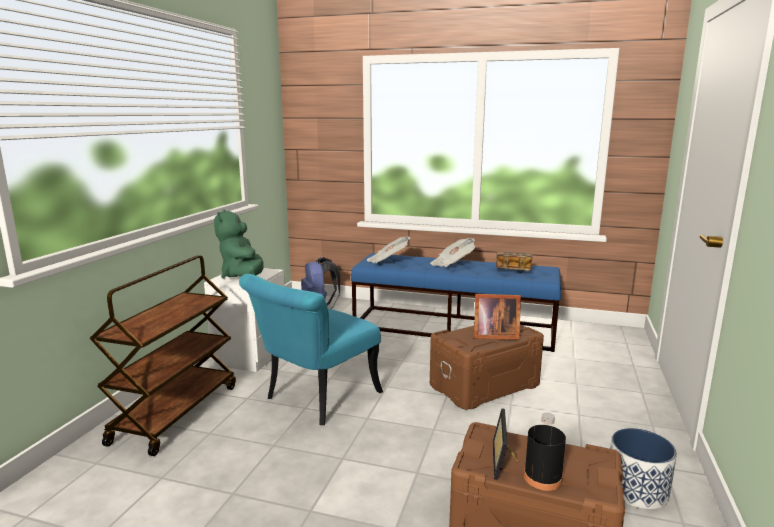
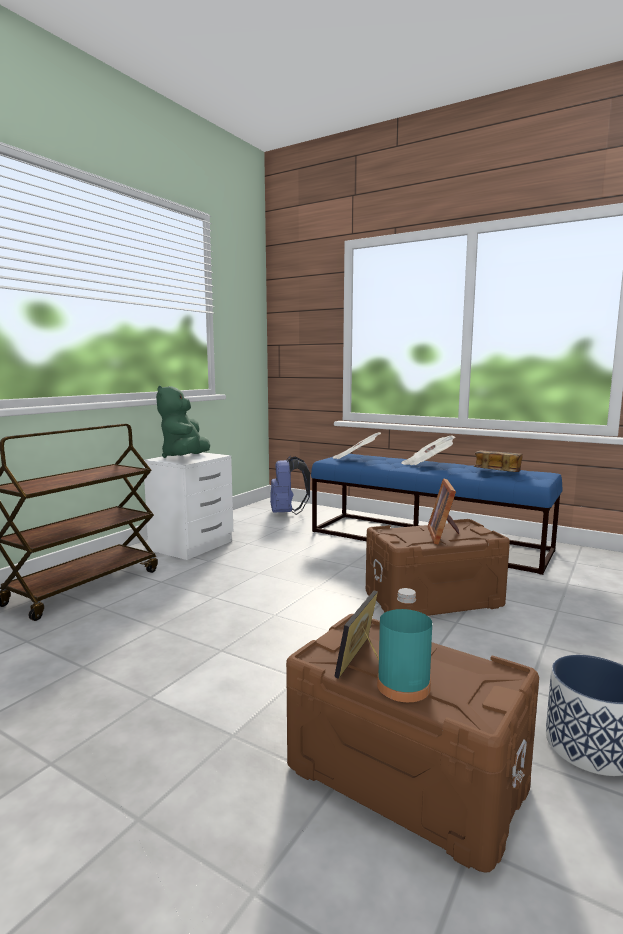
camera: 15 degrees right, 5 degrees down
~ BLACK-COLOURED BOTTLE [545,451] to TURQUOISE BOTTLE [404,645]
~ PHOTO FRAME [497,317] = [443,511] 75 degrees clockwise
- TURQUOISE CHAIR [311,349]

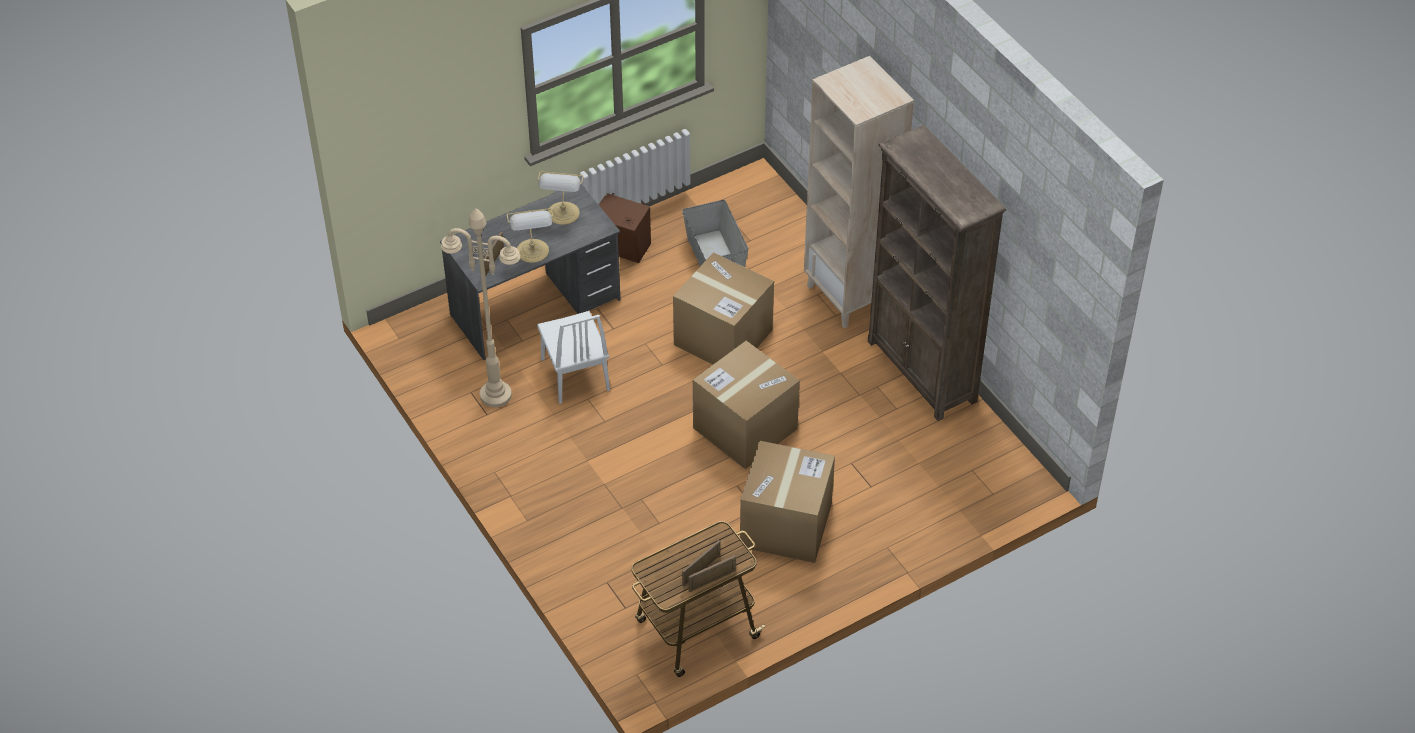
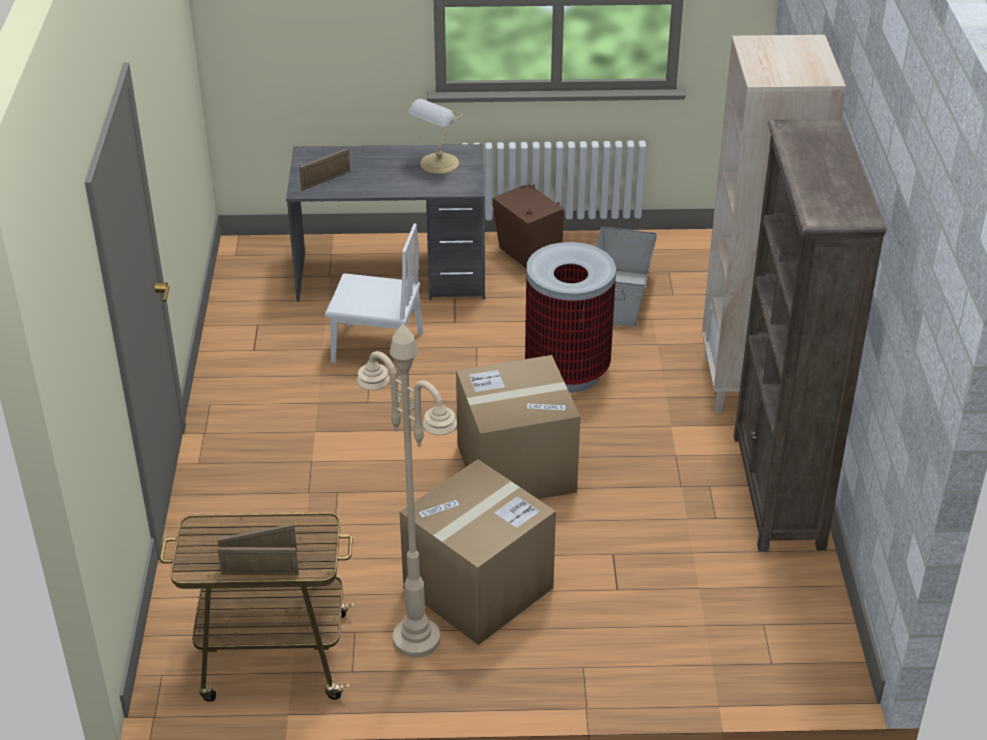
camera: 30 degrees right, 10 degrees down
~ WHITISH CHAIR [573,357] = [374,293] 90 degrees counterclockwise
~ BEIGE-COLOURED STANDING LAMP [480,307] to [407,491]
~ CARDBOARD BOX [723,308] to TRASH CAN [570,317]
- TABLE LAMP [530,235]

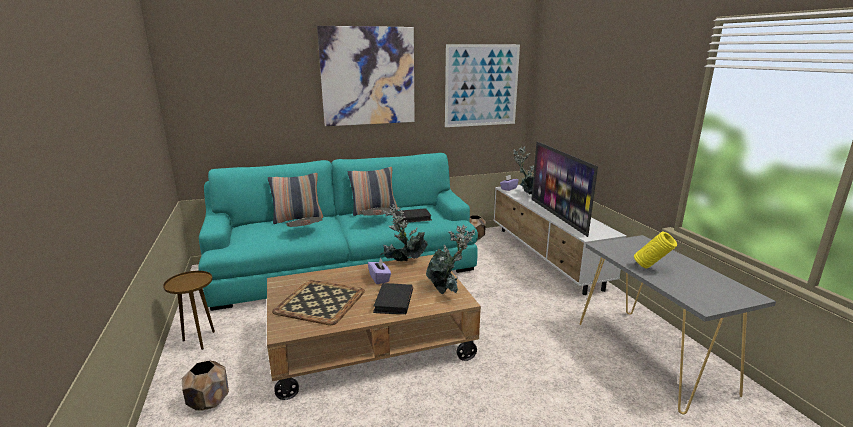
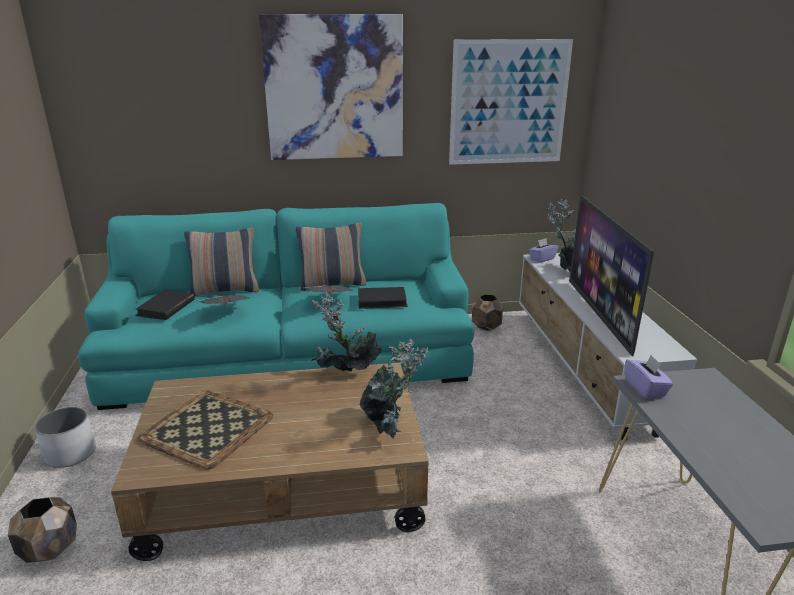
camera: 10 degrees right, 5 degrees up
~ BROWN-COLOURED ACCENT TABLE [189,310] to WHITISH FLOWER POT [65,437]
~ BLACK-COLOURED BOOK [393,298] to [165,304]
~ PURPLE-COLOURED BOX OF TISSUES [379,270] to [649,377]
- YELLOWISH FLOWER VASE [655,250]

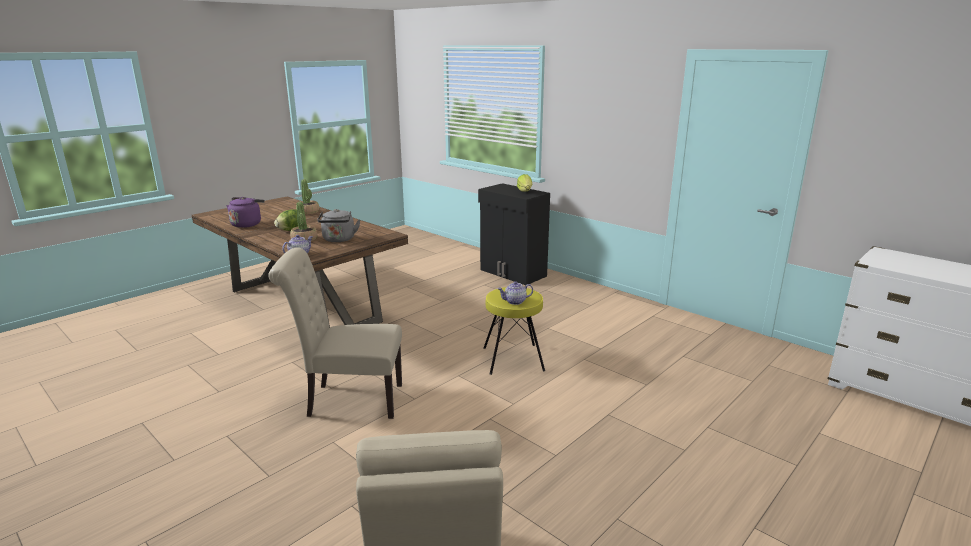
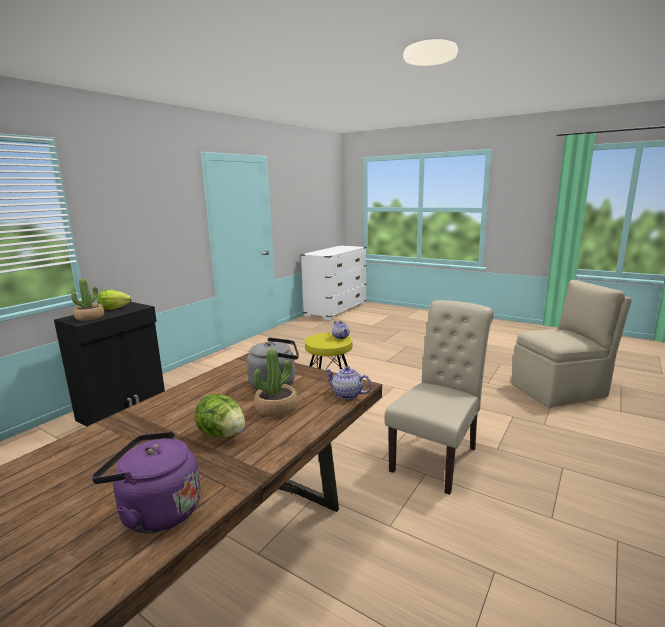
camera: 100 degrees left, 5 degrees down
~ HOUSEPLANT [307,197] to [87,300]
~ BEIGE-COLOURED CHAIR [335,333] = [439,397] 135 degrees counterclockwise

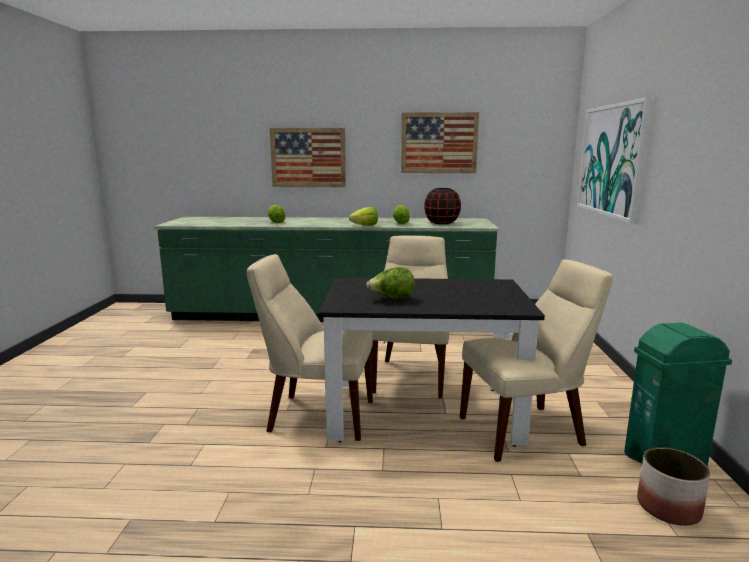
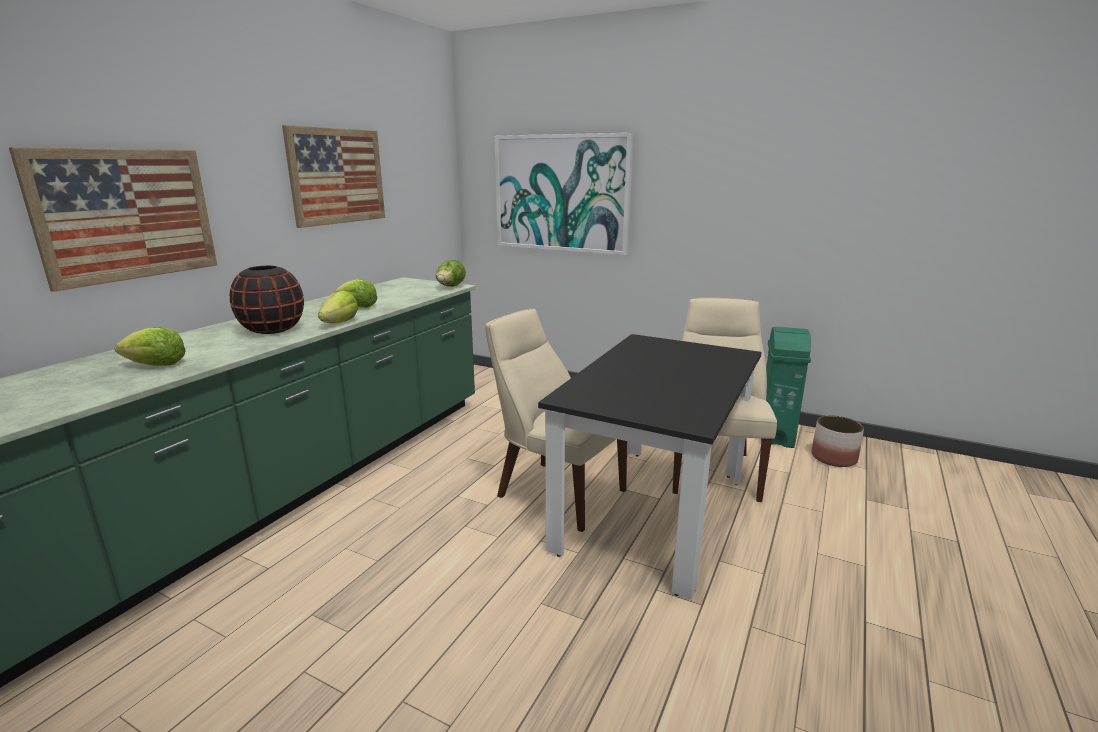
camera: 65 degrees left, 5 degrees up
~ BLACK-COLOURED FLOWER VASE [442,206] to [267,300]
~ HEAD OF LETTUCE [390,283] to [451,273]
- BEIGE-COLOURED CHAIR [310,347]

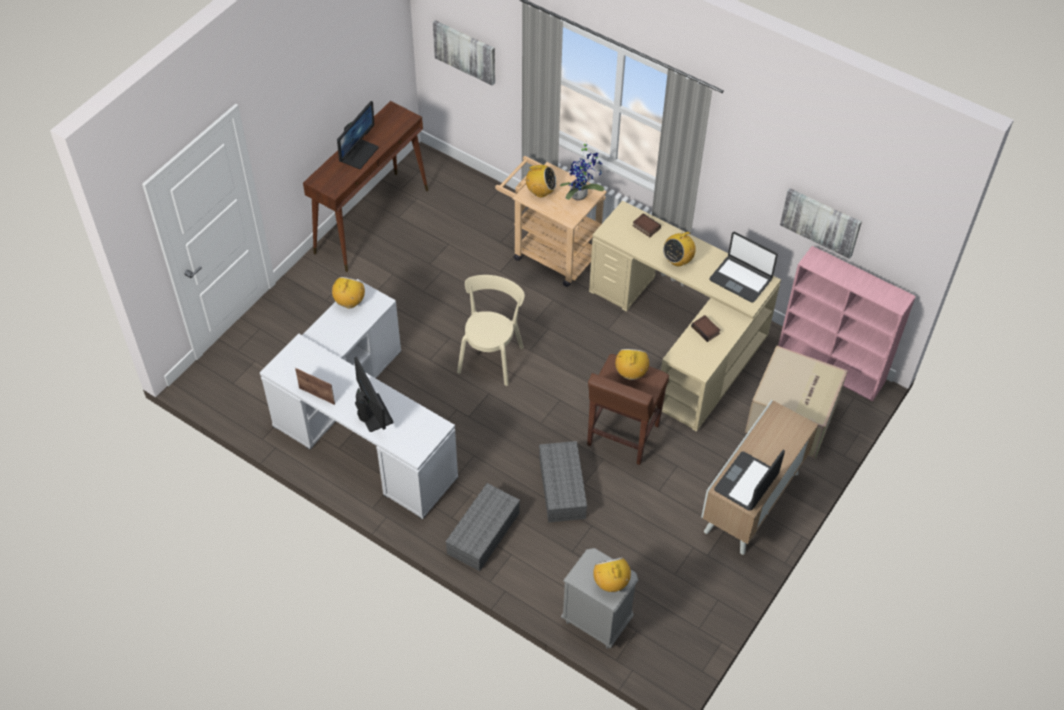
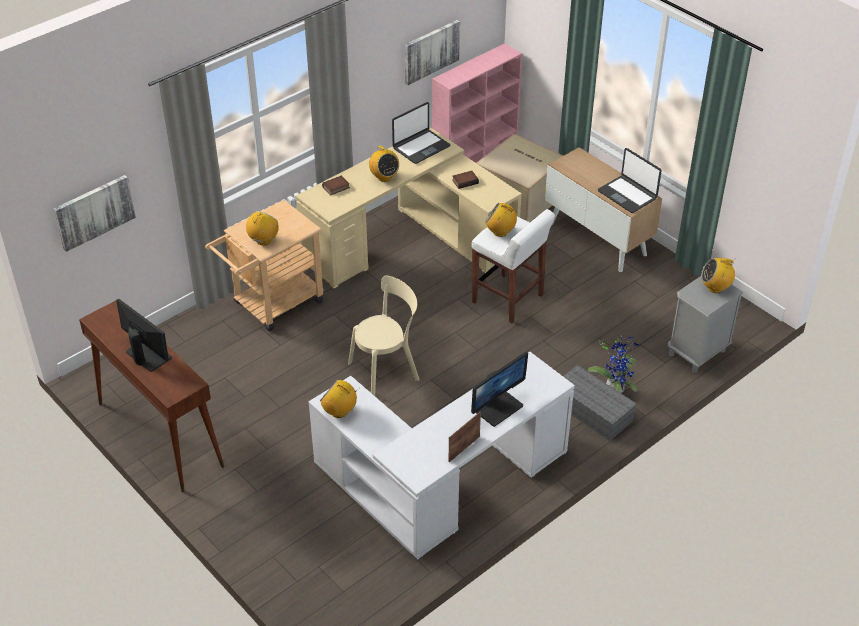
camera: 75 degrees left, 10 degrees down
~ BEIGE-COLOURED CHAIR [491,330] = [384,336] 120 degrees clockwise
~ BROWN-COLOURED STOOL SEAT [628,409] to WHITISH STOOL SEAT [513,266]
~ COMPUTER DISPLAY [373,394] = [499,389] 150 degrees clockwise
~ HOUSEPLANT [582,170] to [613,363]
- GREYISH STORAGE BIN [563,482]

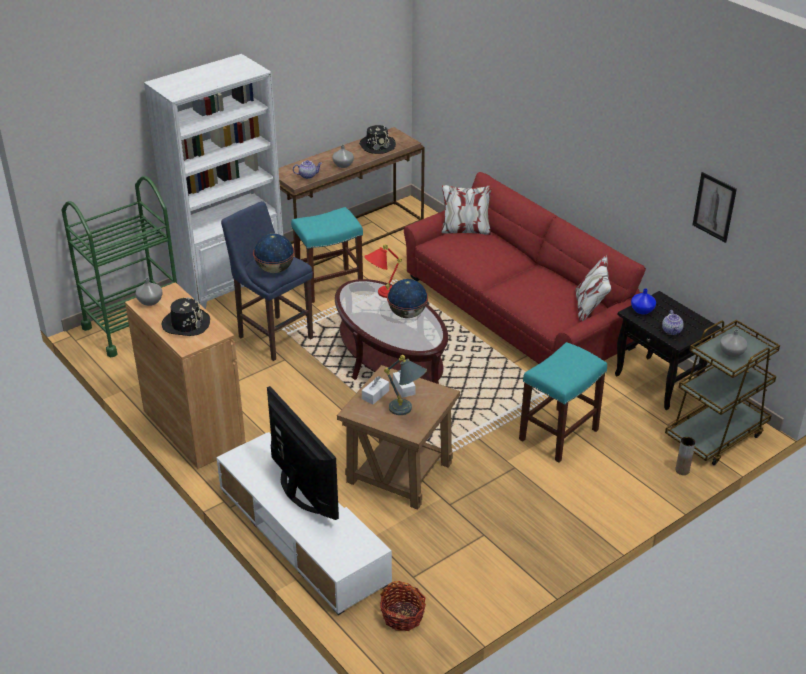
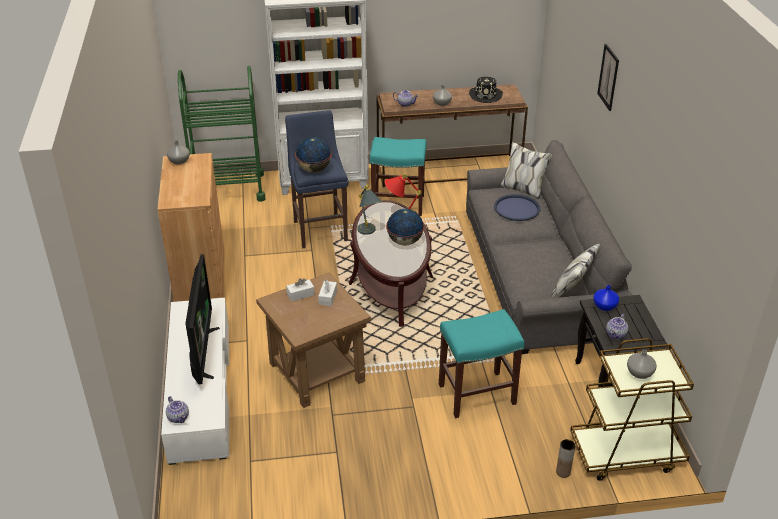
camera: 30 degrees right, 0 degrees up
+ TEAPOT [177,409]
~ GREYISH TABLE LAMP [405,385] to [370,210]
~ RED SETTEE [525,268] to GREYISH SETTEE [549,247]
+ BLUISH TRAY [517,207]
~ WALL ART [714,207] to [608,77]
- BLACK-COLOURED CLOTHING HAT [186,316]
- BASKET [403,606]

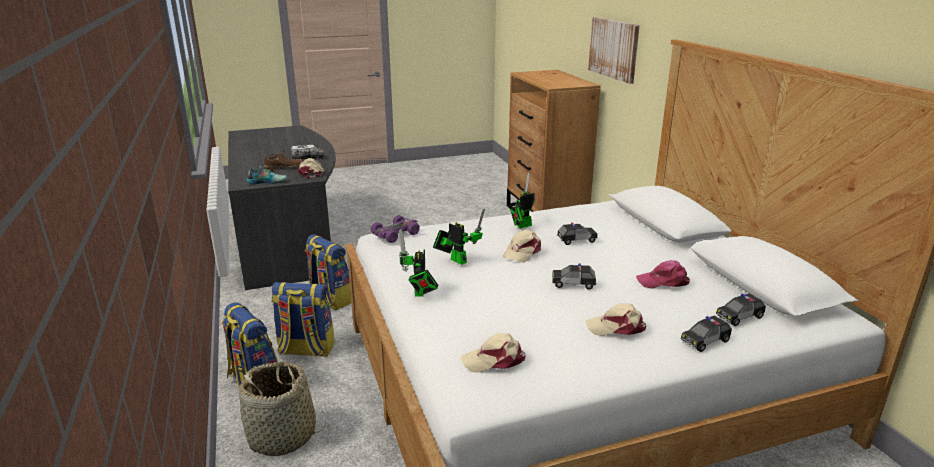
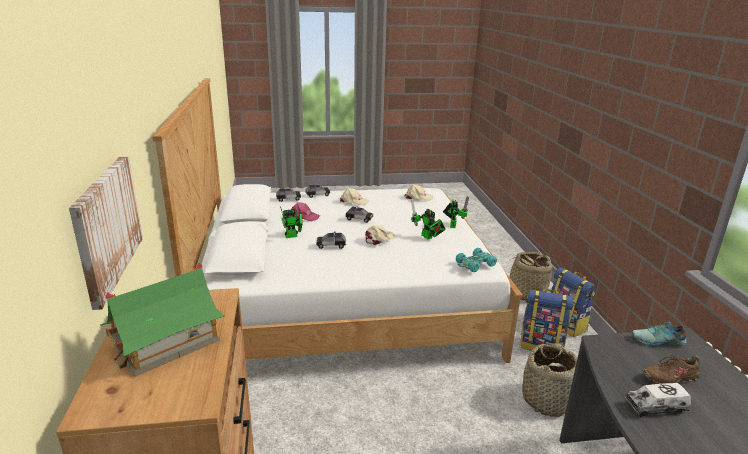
camera: 170 degrees left, 0 degrees up
+ TOY HOUSE [162,320]
~ TOY ROBOT [522,200] to [291,222]
~ PURPLE-COLOURED MODEL CAR [395,229] to TURQUOISE MODEL CAR [476,260]
~ KNAPSACK [328,272] to BASKET [550,380]
- BEIGE-COLOURED CAP [311,168]

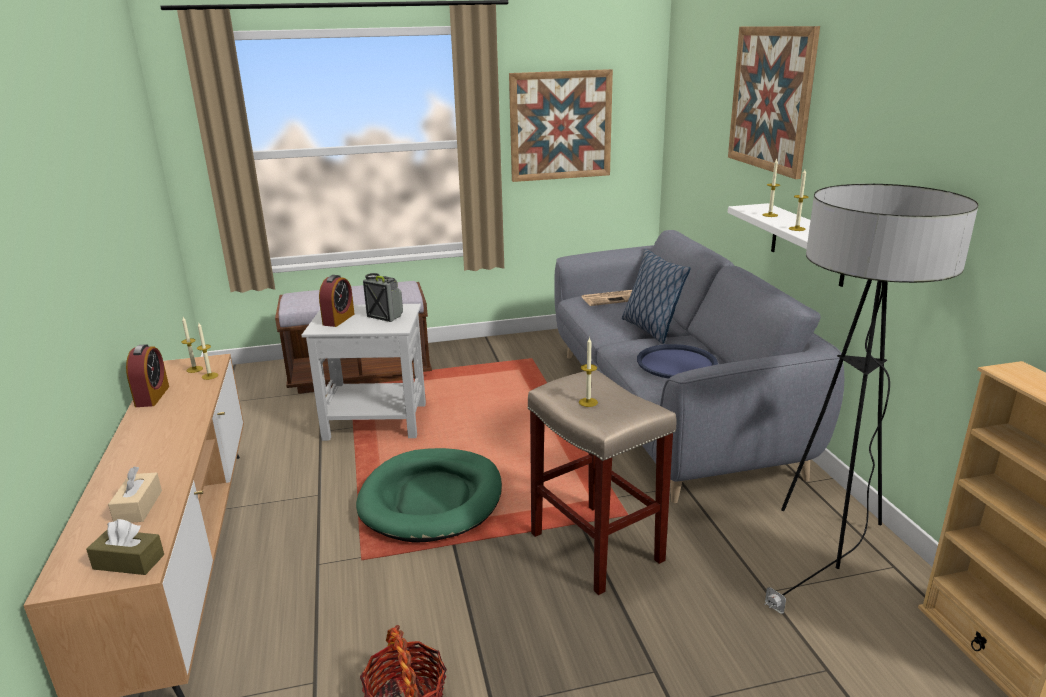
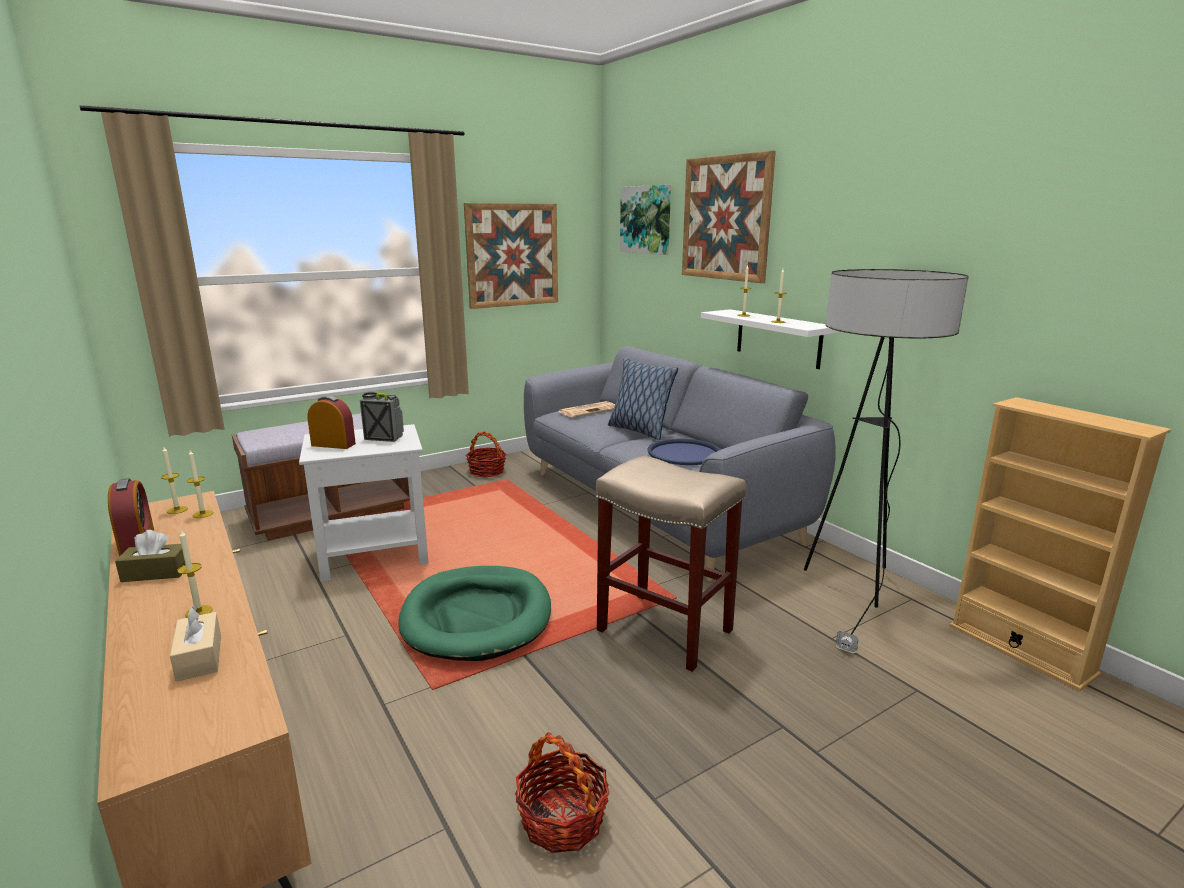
camera: 20 degrees left, 5 degrees down
~ BROWN-COLOURED BOX OF TISSUES [125,547] to [150,556]
~ WAX CANDLE [588,372] to [195,573]
~ ALARM CLOCK [337,301] = [331,422] 75 degrees counterclockwise
+ BASKET [486,454]
+ WALL ART [645,219]

